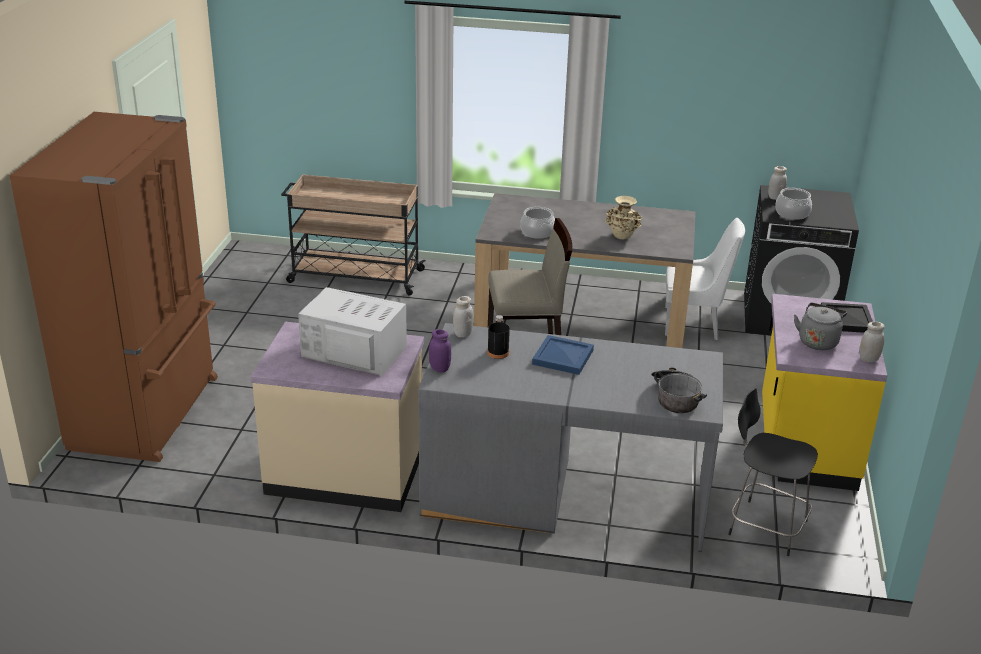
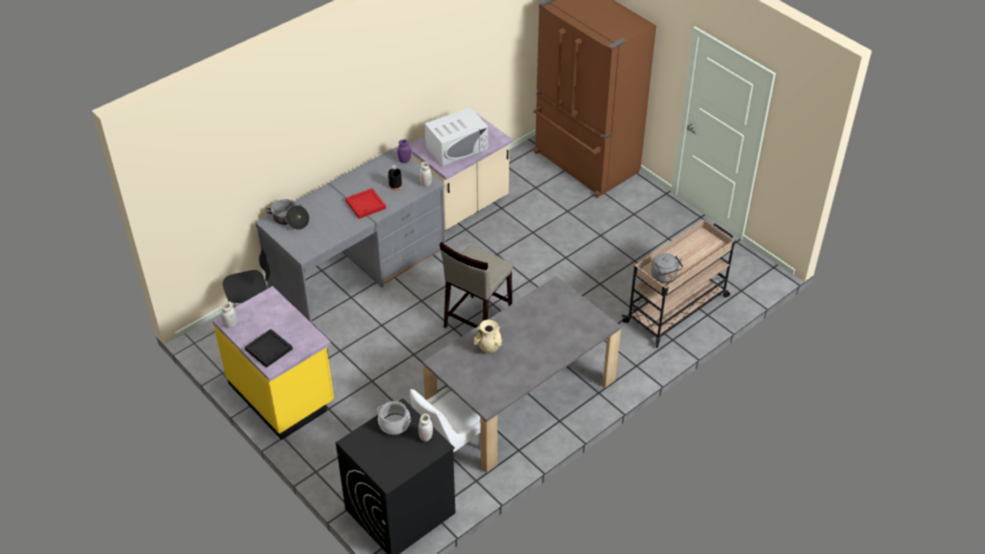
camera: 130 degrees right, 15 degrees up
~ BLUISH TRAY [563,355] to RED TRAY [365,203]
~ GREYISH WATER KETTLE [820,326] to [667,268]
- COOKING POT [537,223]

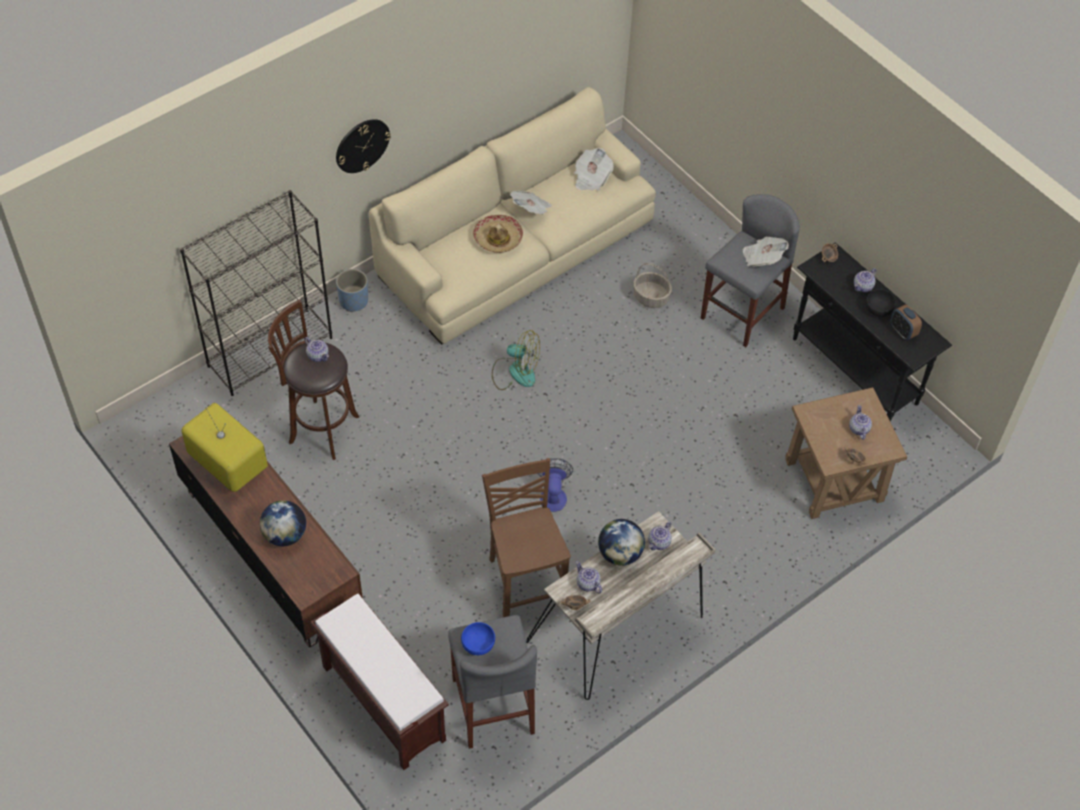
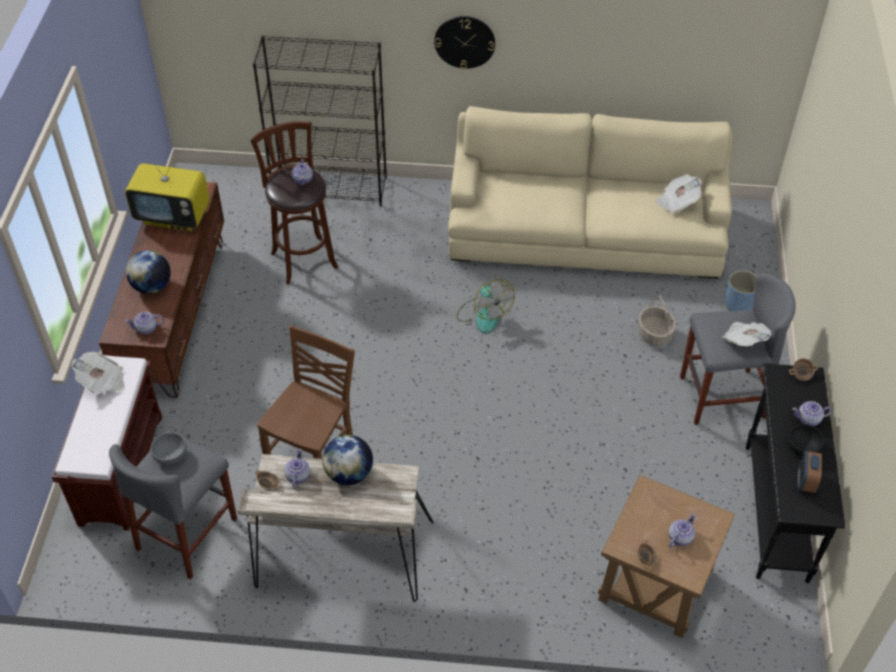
camera: 45 degrees right, 5 degrees down
~ NEWSPAPER [531,203] to [98,373]
~ TELEVISION [224,447] = [167,192] 105 degrees clockwise
~ TEAPOT [660,536] to [144,323]
~ BLUISH SERVING BOWL [478,638] to GREYISH SERVING BOWL [169,449]
~ BLUISH FLOWER POT [352,290] to [741,290]
- CLOTHING HAT [498,234]
- COOLING FAN [555,485]

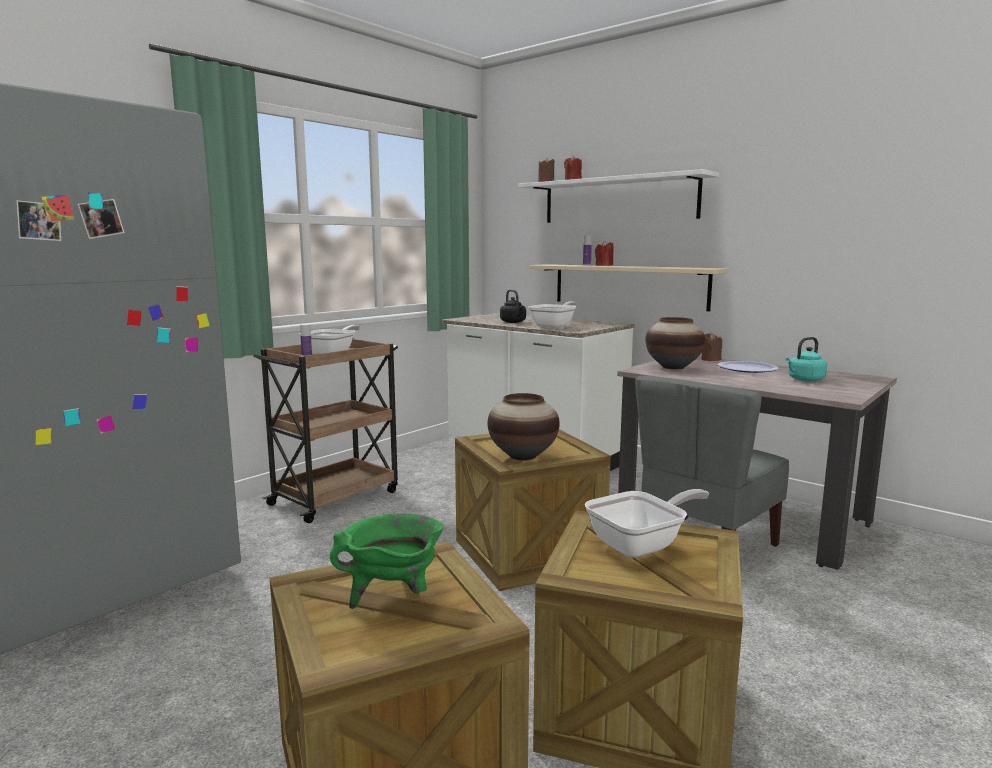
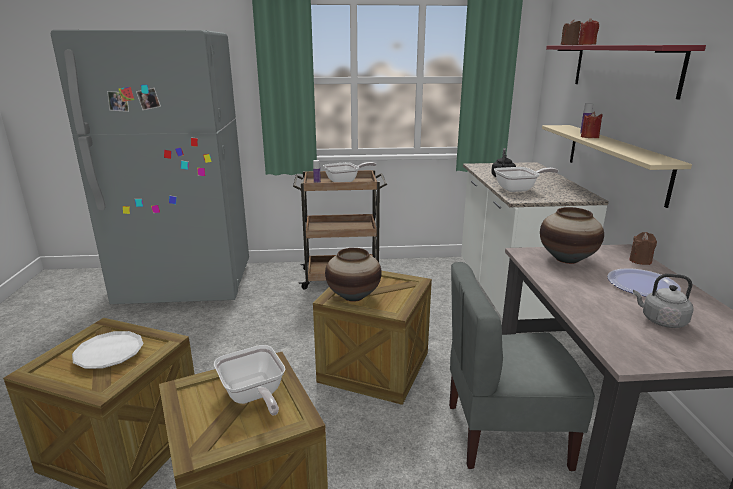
camera: 45 degrees right, 10 degrees up
~ GREEN-COLOURED COOKING POT [387,561] to WHITISH DINNER PLATE [108,350]
~ FRYING PAN [647,523] = [249,380] 45 degrees clockwise
~ WHITISH BRACKET SHELF [619,196] to RED BRACKET SHELF [626,72]
~ TURQUOISE WATER KETTLE [806,359] to GREYISH WATER KETTLE [663,301]

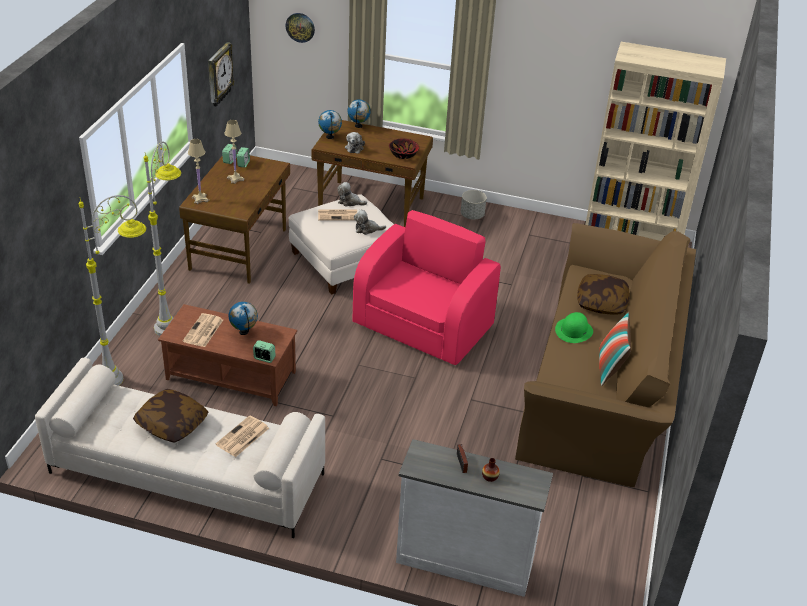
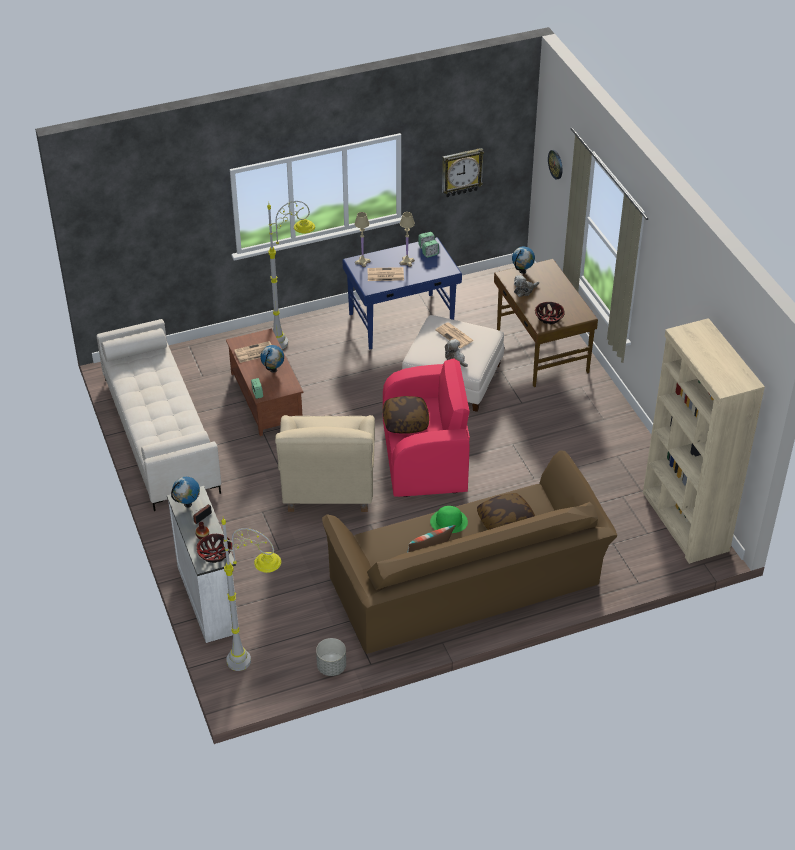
camera: 55 degrees right, 5 degrees up
~ DESK GLOBE [359,113] to [185,492]
+ SERVING BOWL [214,548]
~ GREYISH STANDING LAMP [112,290] to [251,593]
+ BEIGE-COLOURED LOUNGE CHAIR [325,463]
~ GREYISH FLOWER POT [474,205] to [331,657]
~ BROWN-COLOURED DESK UNIT [234,219] to BLUISH DESK UNIT [402,293]
~ NEWSPAPER [242,436] to [385,274]
~ THROW PILLOW [170,415] to [406,415]
- SOFT TOY [352,194]

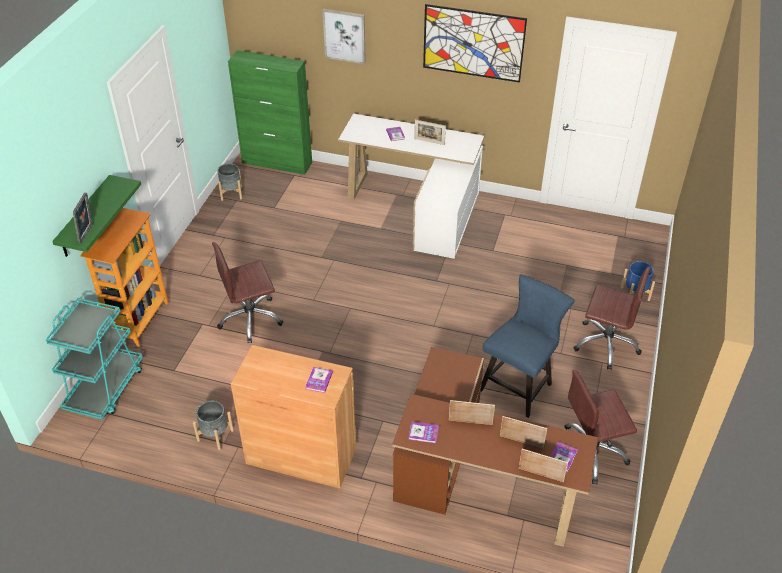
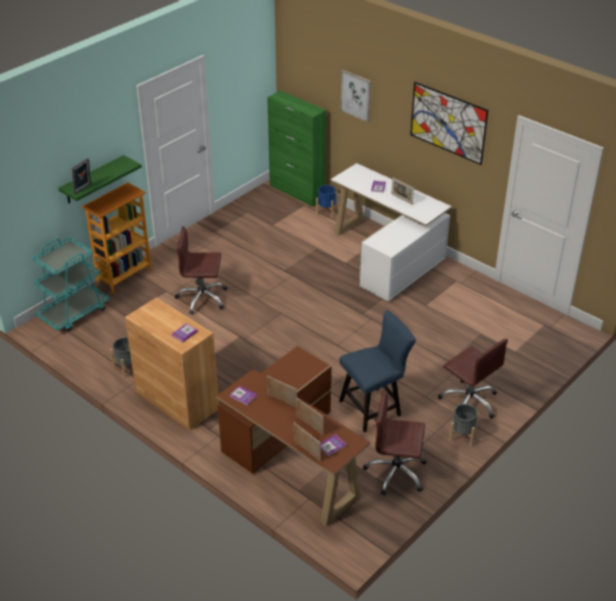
camera: 25 degrees right, 5 degrees down
~ BLUISH FLOWER POT [638,281] to [327,201]
~ GREYISH FLOWER POT [229,182] to [464,425]

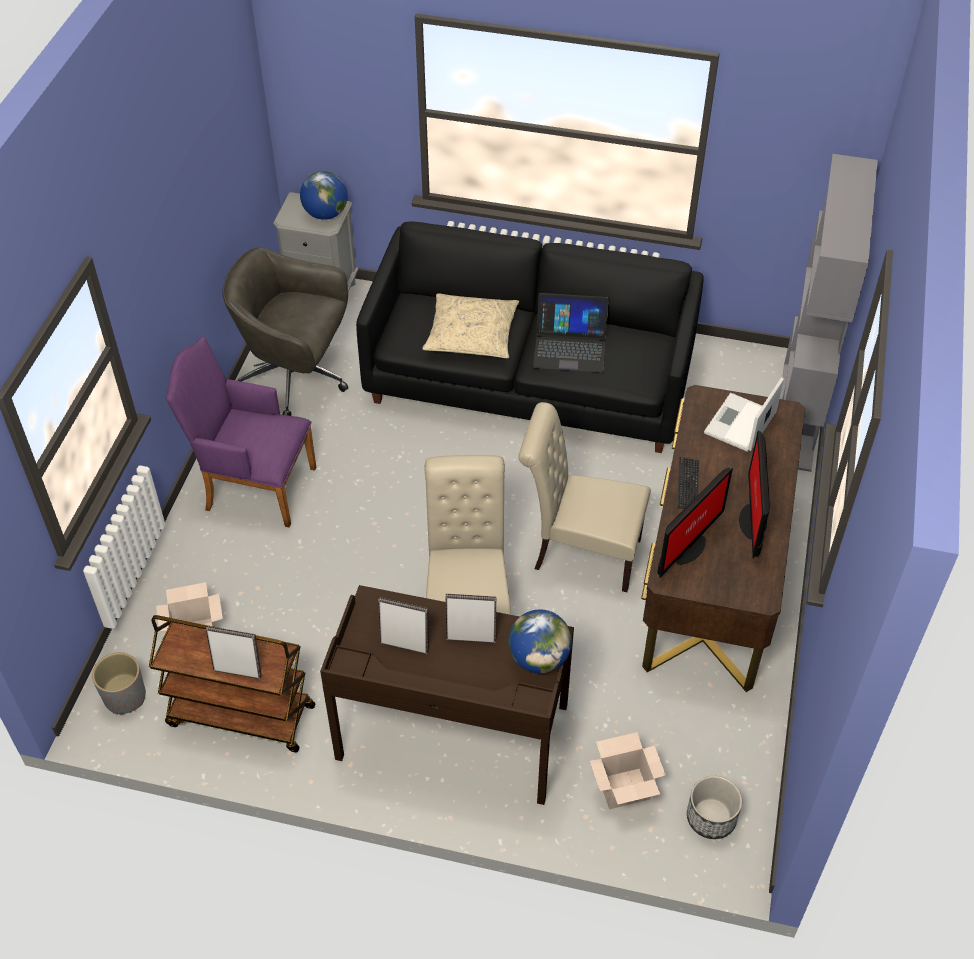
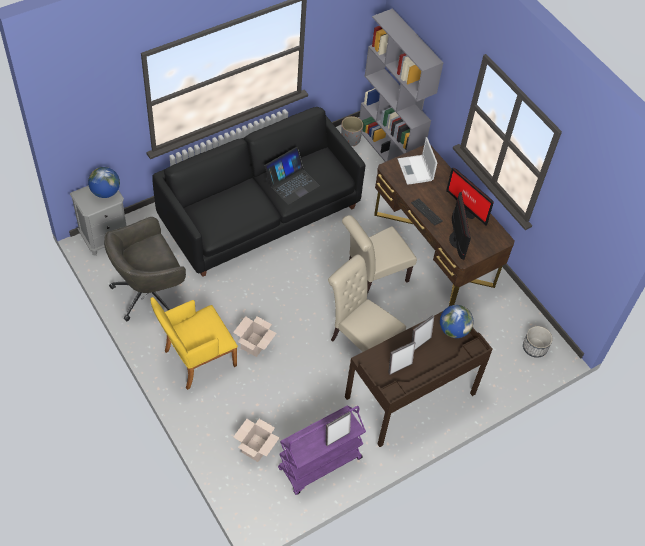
camera: 50 degrees left, 5 degrees up
~ PURPLE-COLOURED LOUNGE CHAIR [241,432] to YELLOWISH LOUNGE CHAIR [194,343]
~ CARDBOARD BOX [628,770] to [255,336]
~ BROWN-COLOURED WHEELED CART [232,683] to PURPLE-COLOURED WHEELED CART [322,450]
~ GREYISH FLOWER POT [119,683] to [352,131]
- BEIGE-COLOURED THROW PILLOW [470,325]

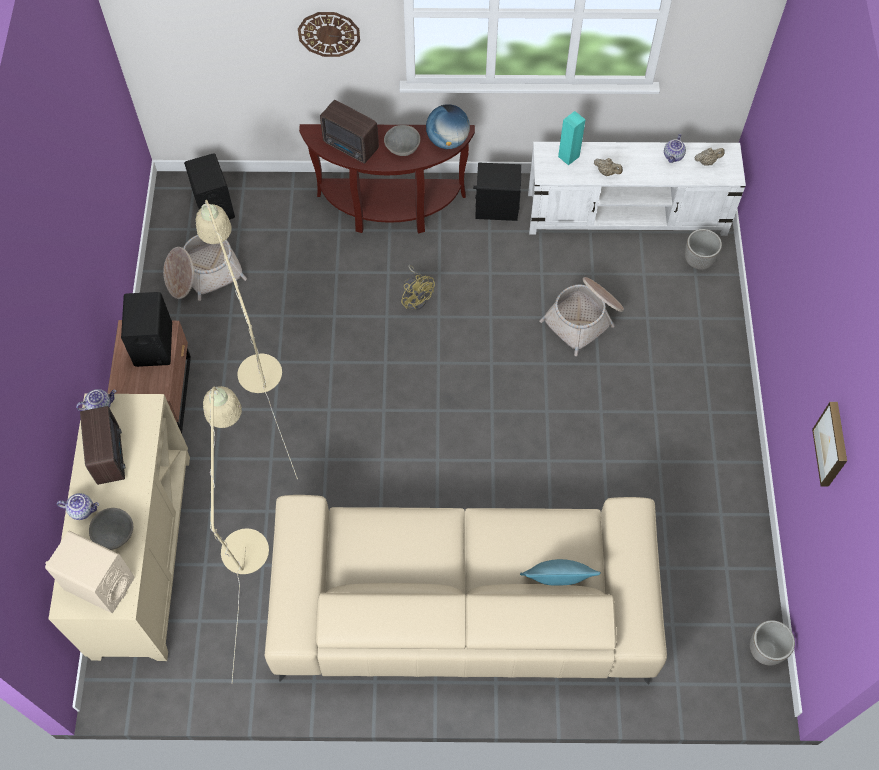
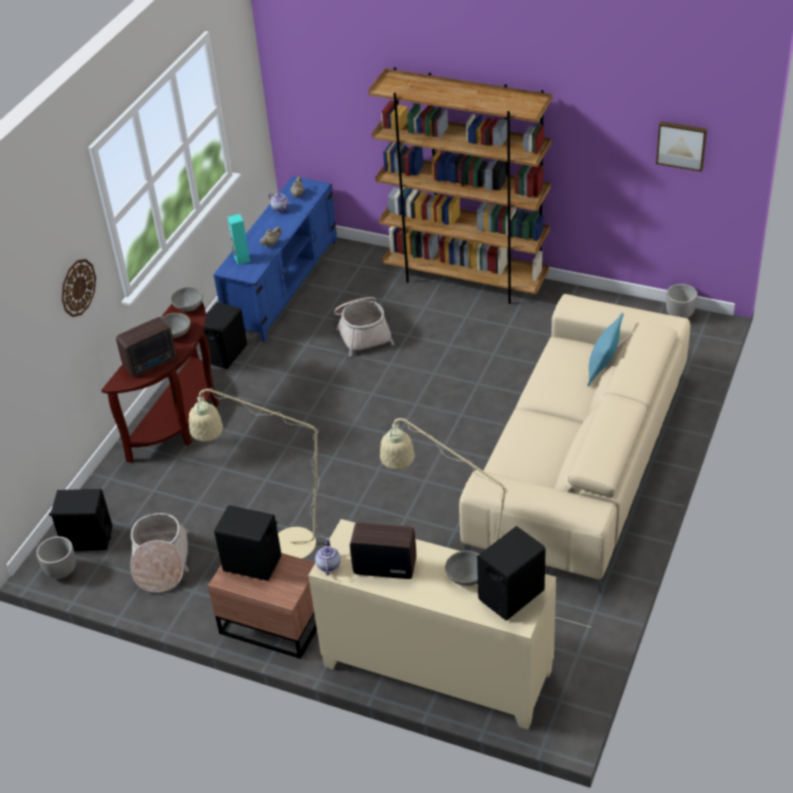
camera: 65 degrees left, 20 degrees down
~ FLOWER POT [703,249] to [56,557]
~ DESK GLOBE [448,126] to GREYISH SERVING BOWL [186,299]
~ WHITISH TV STAND [637,189] to BLUISH TV STAND [275,259]
+ BROWN-COLOURED BOOKCASE [460,185]
~ BEIGE-COLOURED SPEAKER [89,572] to BLACK-COLOURED SPEAKER [511,573]
~ WALL ART [829,444] to [681,146]
- TEAPOT [78,506]
- YELLOWISH COOLING FAN [418,287]

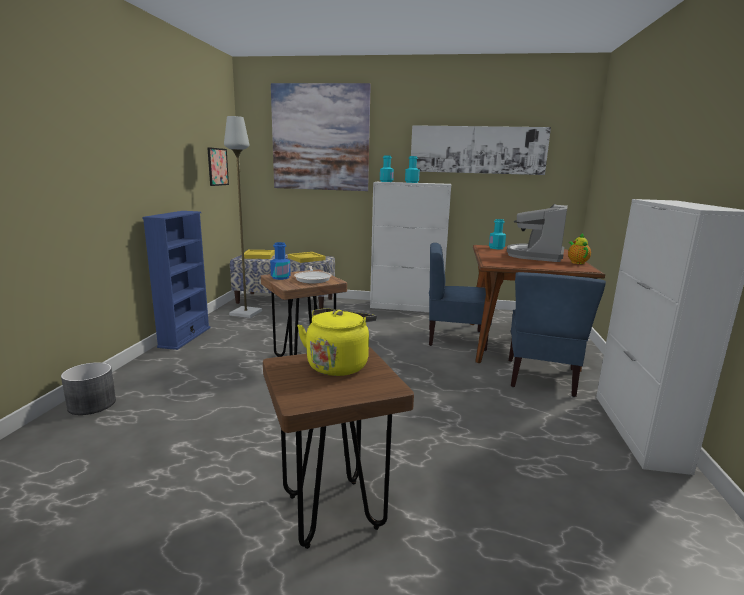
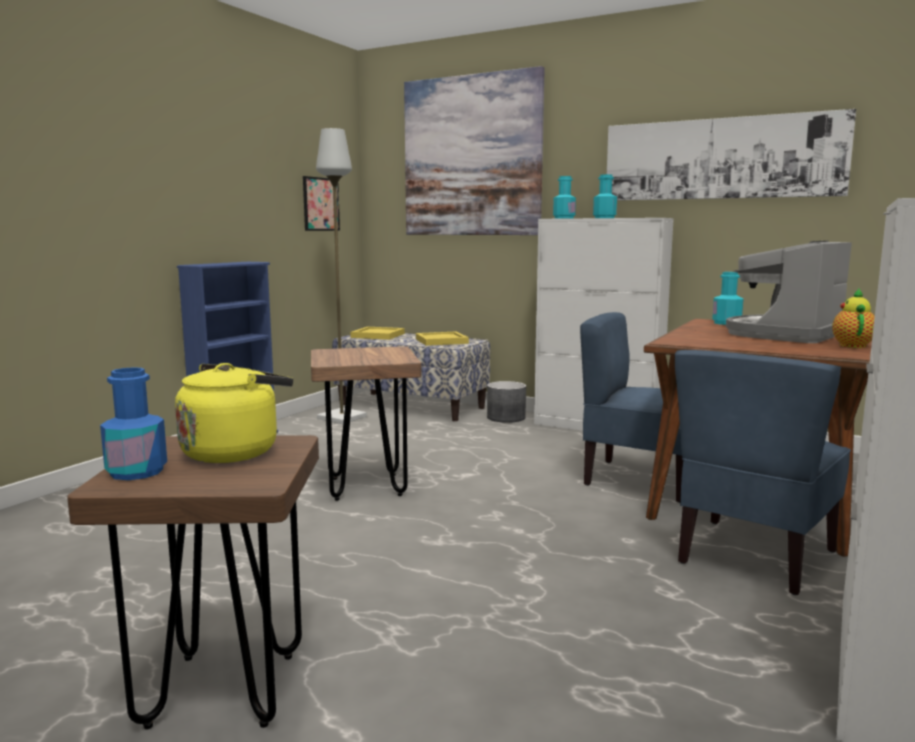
camera: 20 degrees right, 5 degrees down
~ BLUISH BOTTLE [280,261] to [133,423]
~ GREYISH FLOWER POT [88,388] to [506,402]
- FRYING PAN [313,274]

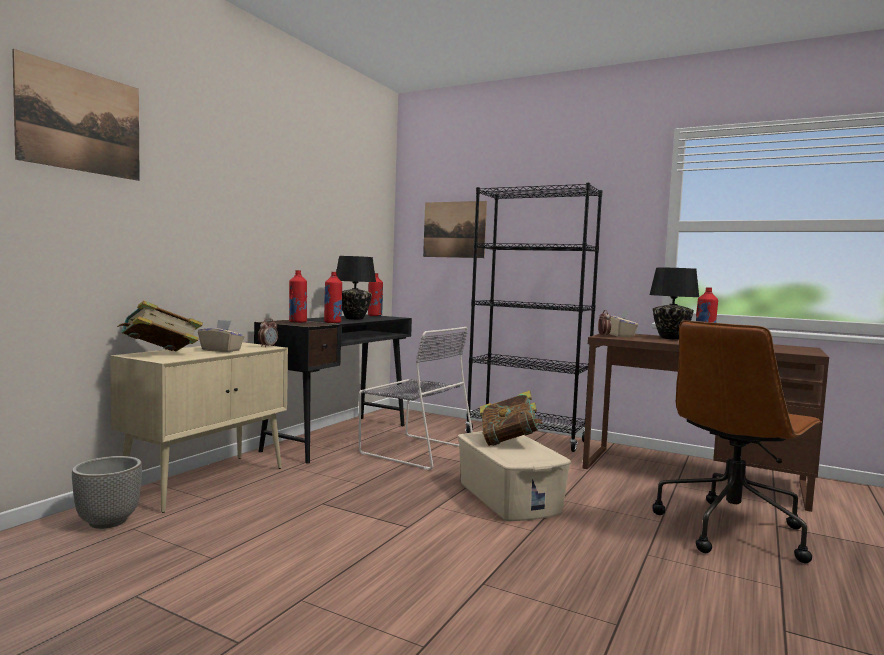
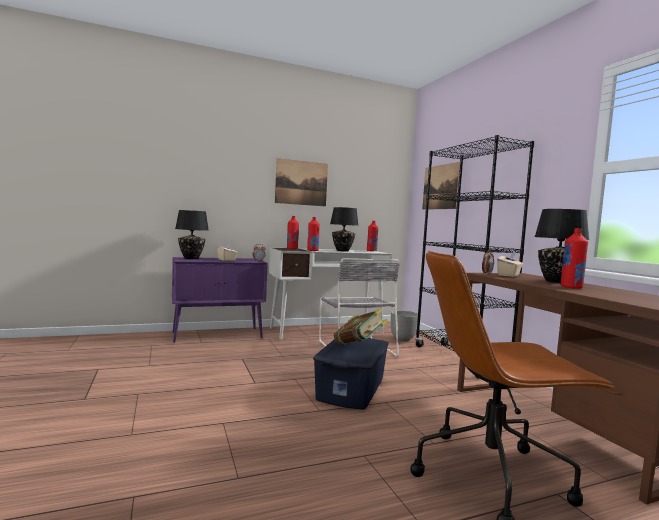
camera: 40 degrees right, 0 degrees up
~ BEIGE-COLOURED CUPBOARD [199,427] to PURPLE-COLOURED CUPBOARD [220,300]
~ BOOK [160,326] to BLACK-COLOURED TABLE LAMP [192,234]
~ BLACK-COLOURED DESK UNIT [333,389] to WHITISH DESK UNIT [330,293]
~ WALL ART [76,115] to [301,182]
~ BEIGE-COLOURED STORAGE BIN [514,476] to BLUISH STORAGE BIN [351,373]
~ FLOWER POT [107,492] to [404,325]

